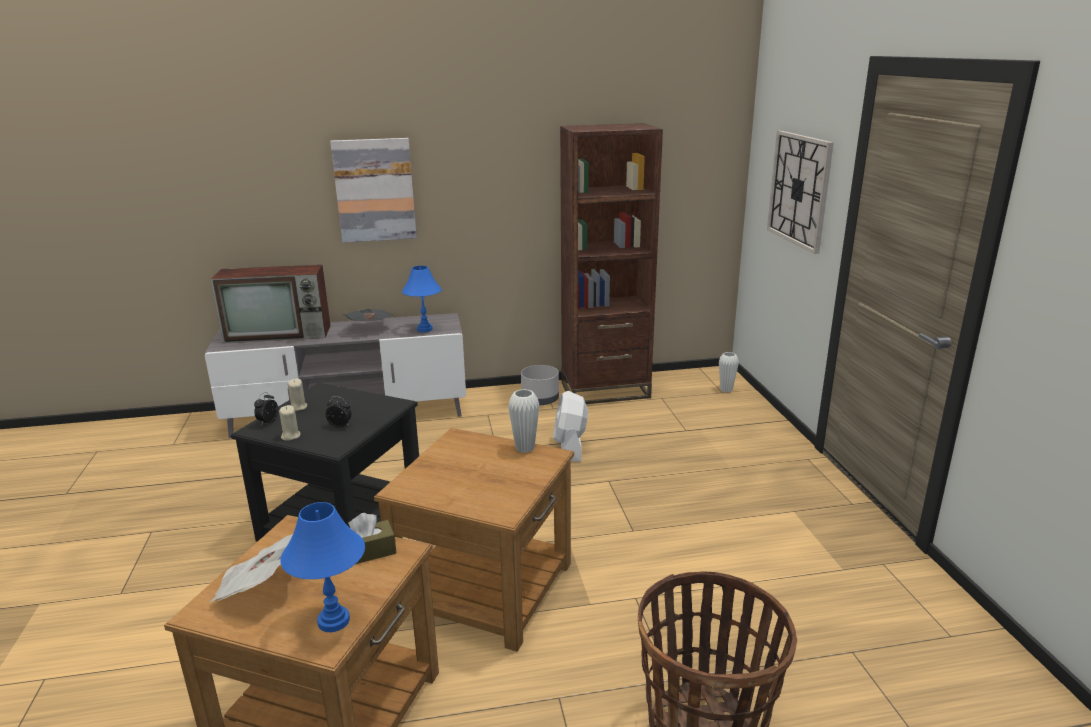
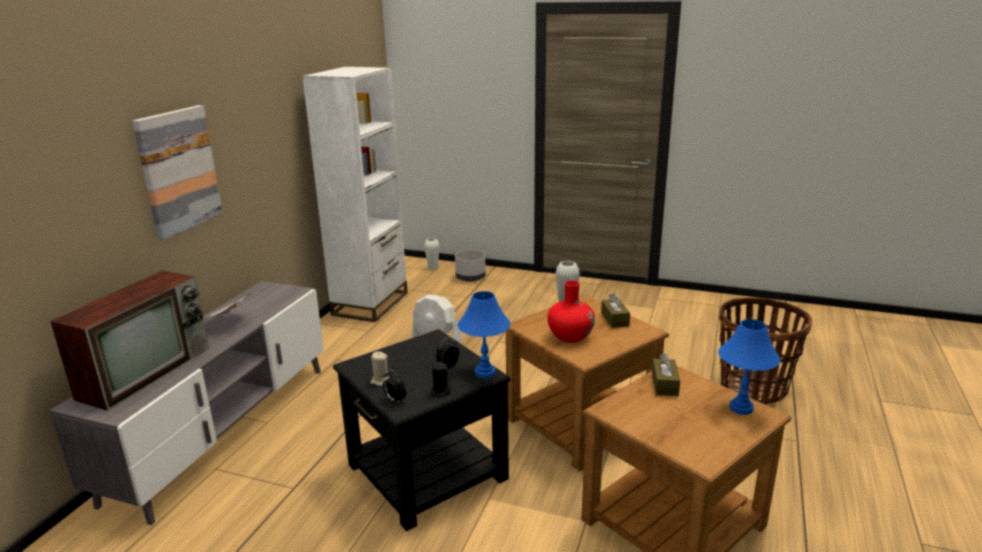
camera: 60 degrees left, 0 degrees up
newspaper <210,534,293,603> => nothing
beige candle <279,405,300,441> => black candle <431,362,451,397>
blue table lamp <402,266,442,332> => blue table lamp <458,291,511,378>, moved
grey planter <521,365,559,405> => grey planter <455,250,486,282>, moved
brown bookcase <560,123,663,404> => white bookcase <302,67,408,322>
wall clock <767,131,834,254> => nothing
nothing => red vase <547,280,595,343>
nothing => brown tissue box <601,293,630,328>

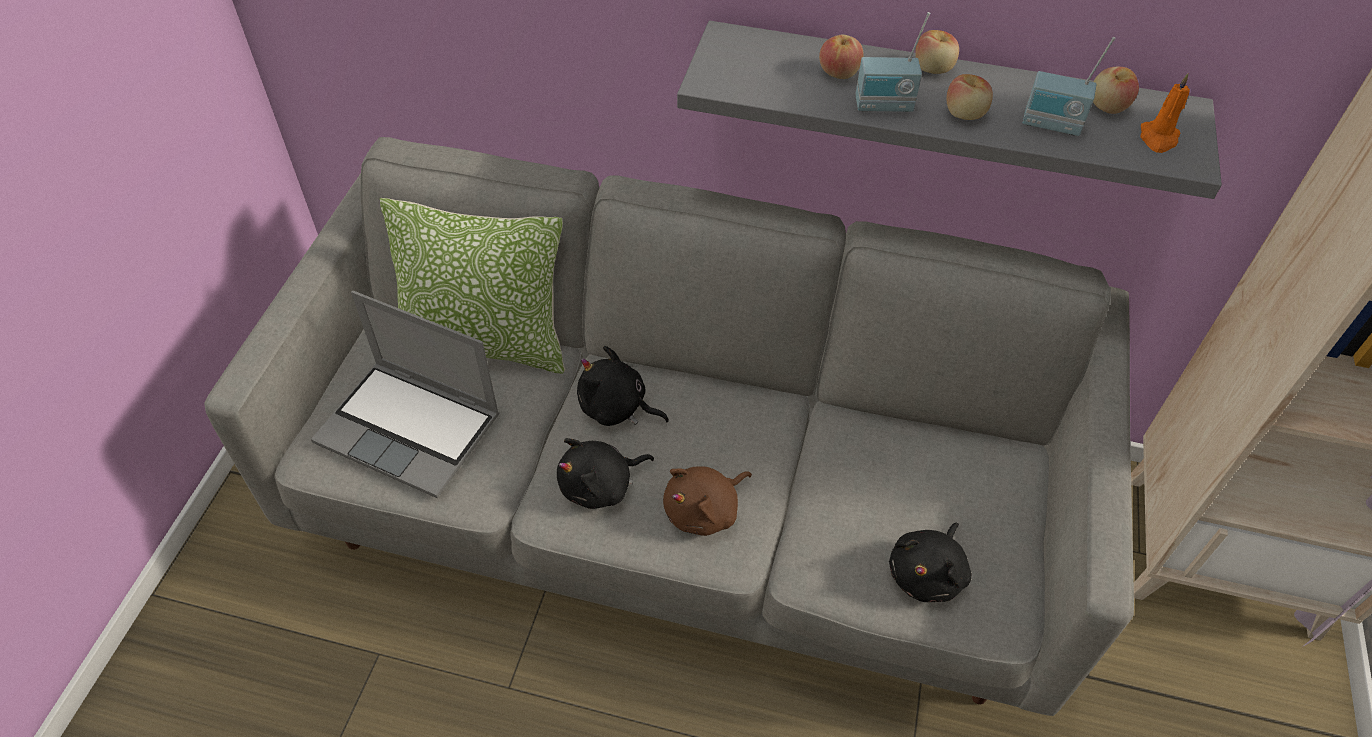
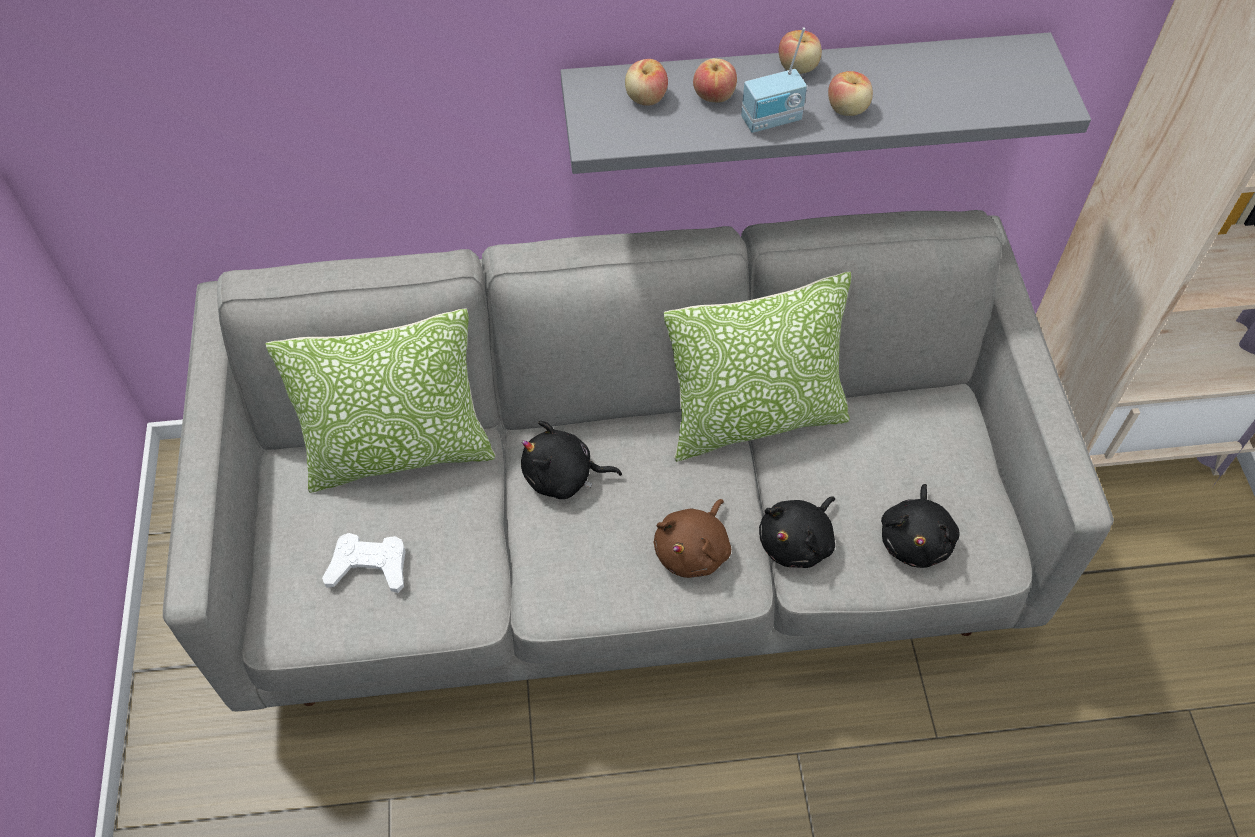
camera: 20 degrees left, 5 degrees up
laptop <311,291,500,498> => white game controller <322,533,406,593>
black plush toy <557,438,654,509> => black plush toy <759,496,835,568>, moved
radio <1023,37,1115,136> => nothing
apple <1093,67,1139,114> => apple <625,59,668,106>, moved
orange candle <1140,73,1190,153> => nothing
nothing => pillow <664,272,851,462>

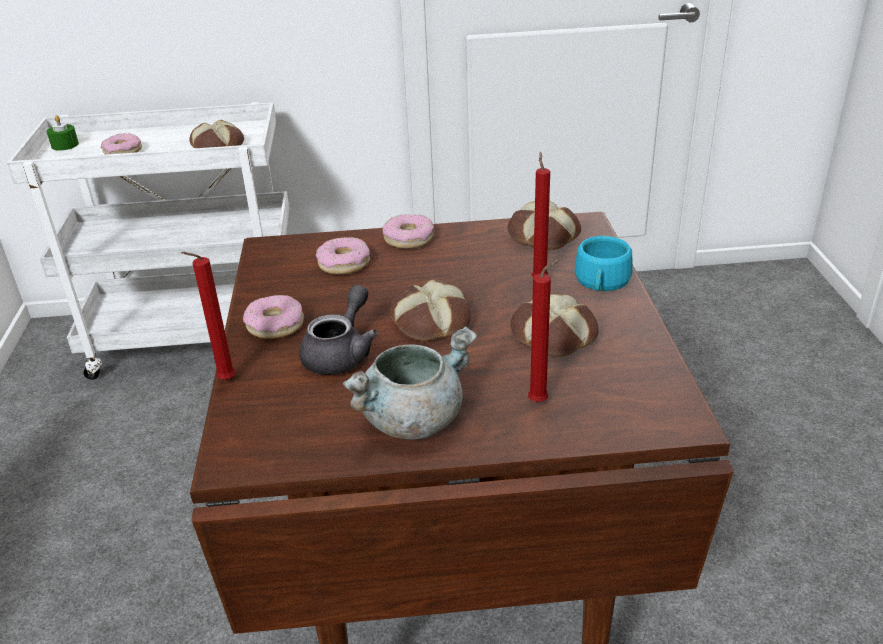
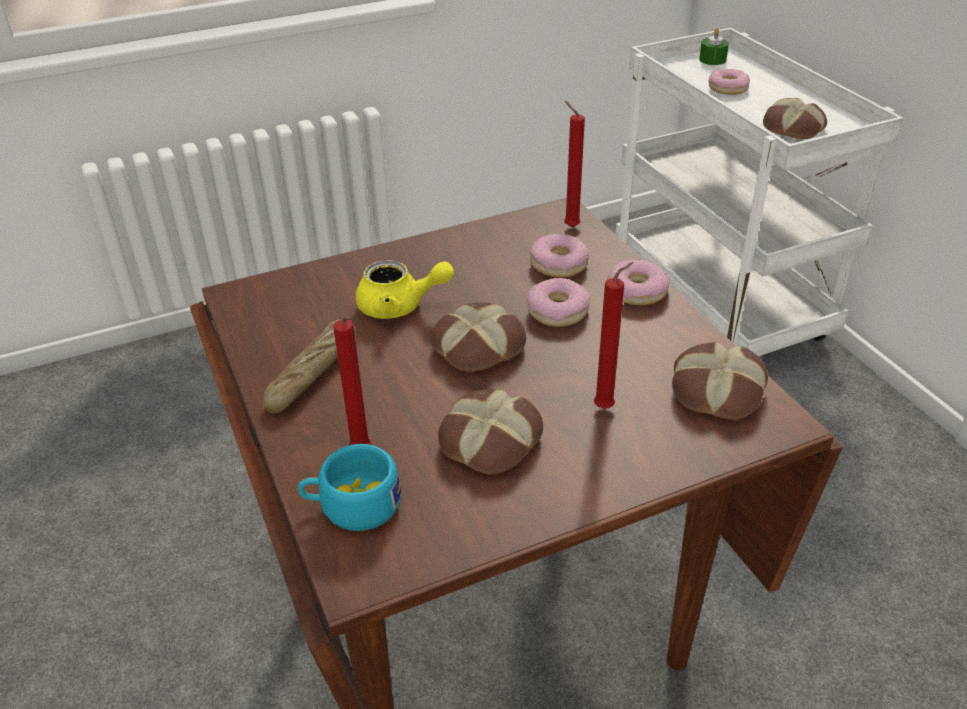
camera: 70 degrees right, 5 degrees up
red candle <181,252,236,380> => red candle <564,101,585,227>, moved
donut <243,295,304,339> => donut <526,278,590,327>, moved
grey teapot <299,285,378,375> => yellow teapot <355,260,454,319>
grey cooking pot <343,326,477,440> => bread <262,320,356,414>
turquoise cup <575,236,633,291> => turquoise cup <298,444,402,531>, moved

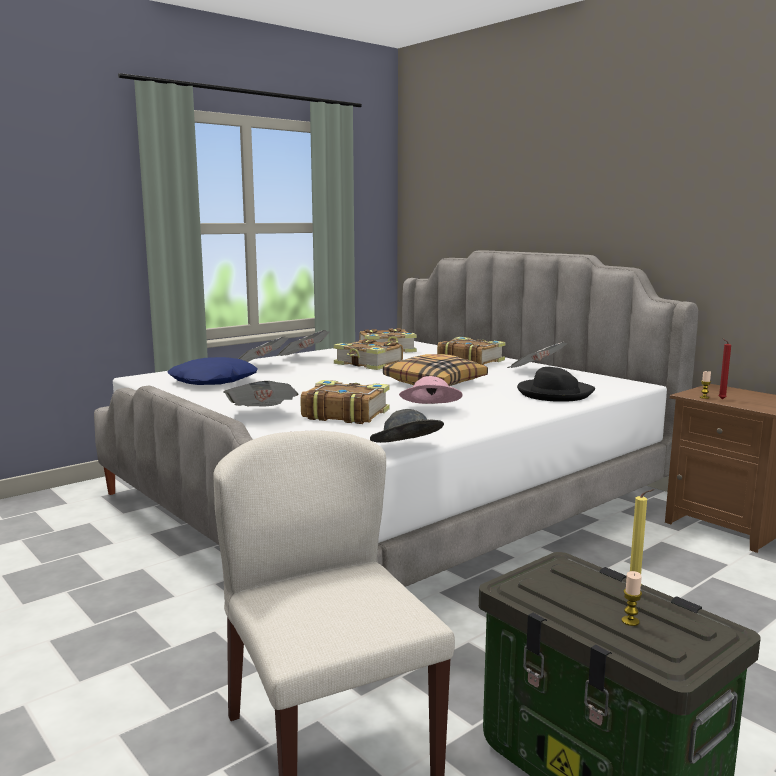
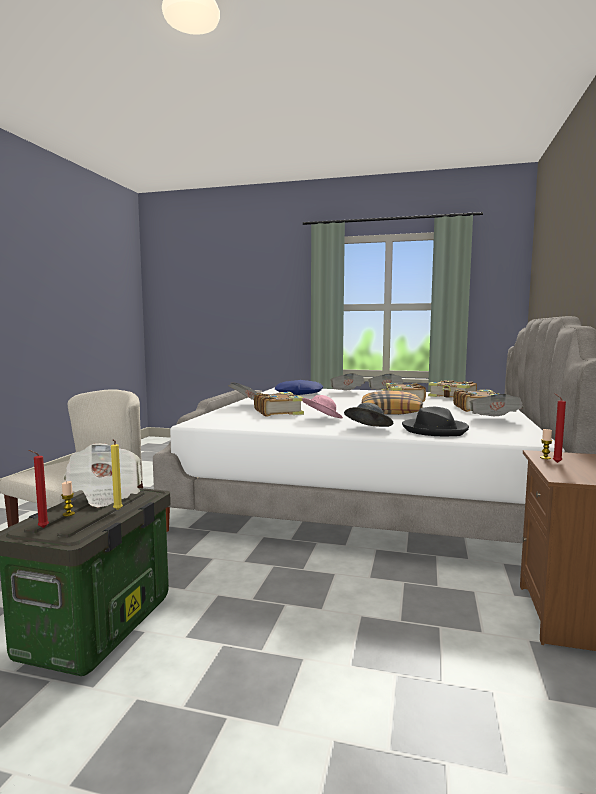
camera: 55 degrees right, 5 degrees down
grey hat <370,409,444,443> => grey hat <344,403,393,427>, moved
nothing => red candle <28,450,49,528>
nothing => newspaper <63,443,141,507>

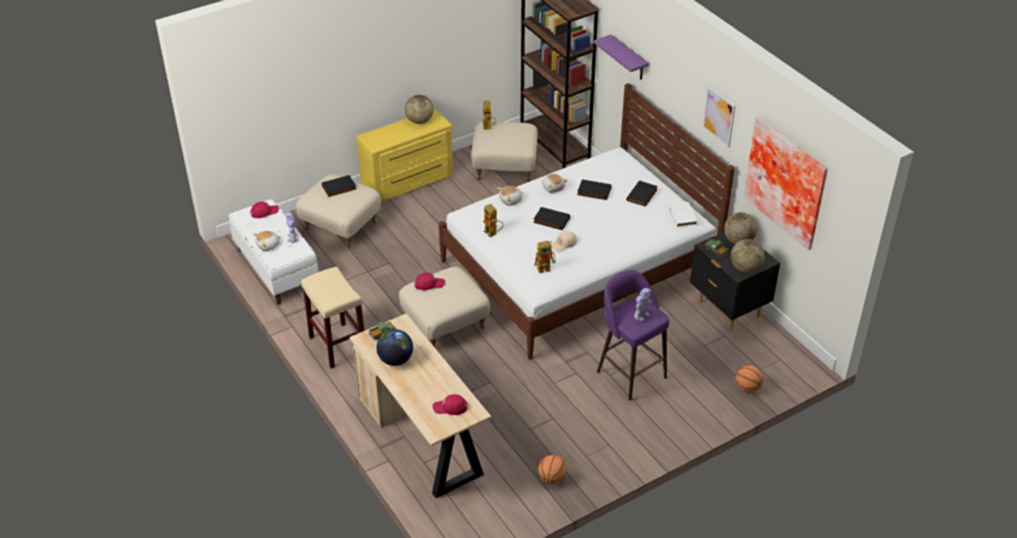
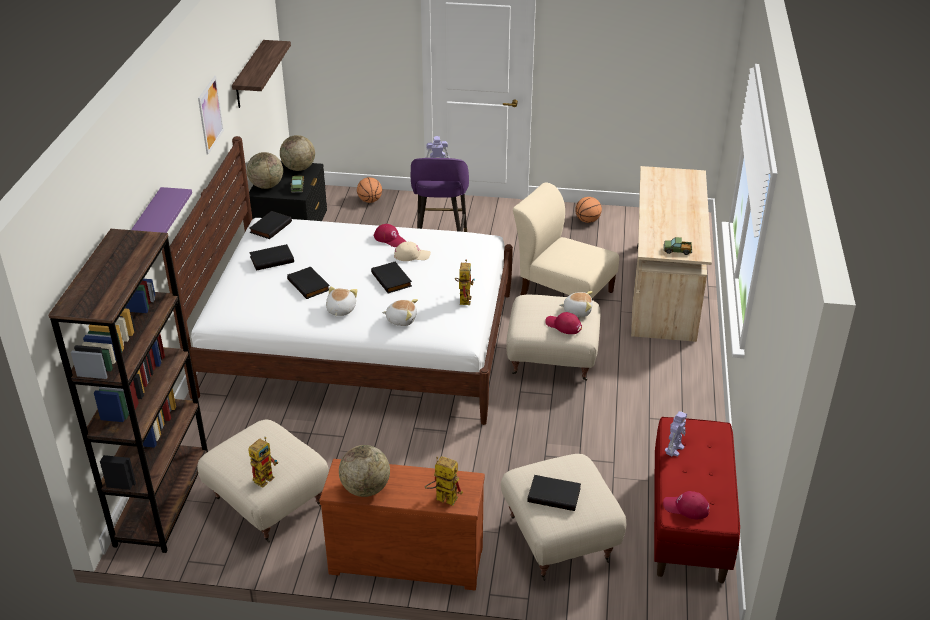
camera: 140 degrees left, 5 degrees down
white bench <229,199,319,305> => red bench <654,417,740,583>
plush toy <253,231,281,251> => plush toy <560,291,593,317>, moved
beige stool <301,267,364,369> => nothing
yellow dresser <356,109,453,202> => brown dresser <319,459,485,590>
globe <376,329,413,366> => nothing
red cap <432,394,468,415> => red cap <374,224,406,247>, moved
toy robot <534,241,556,273> => toy robot <425,457,463,506>, moved
white book <668,202,697,227> => black book <249,211,292,239>
picture <744,117,828,250> => shelf <232,40,291,108>
nothing => beige chair <513,182,619,298>

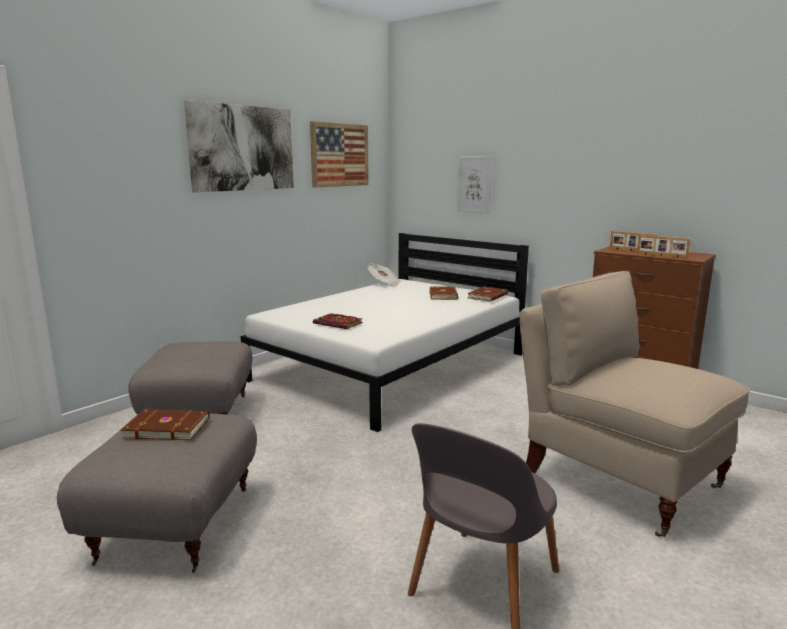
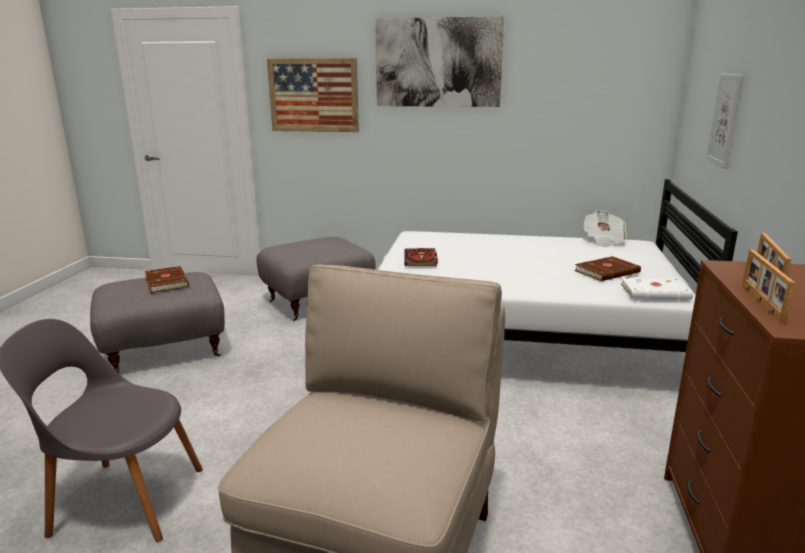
camera: 60 degrees right, 5 degrees up
picture <310,121,369,188> => picture <267,58,359,132>, moved
brown book <467,287,508,302> => white book <621,277,693,300>

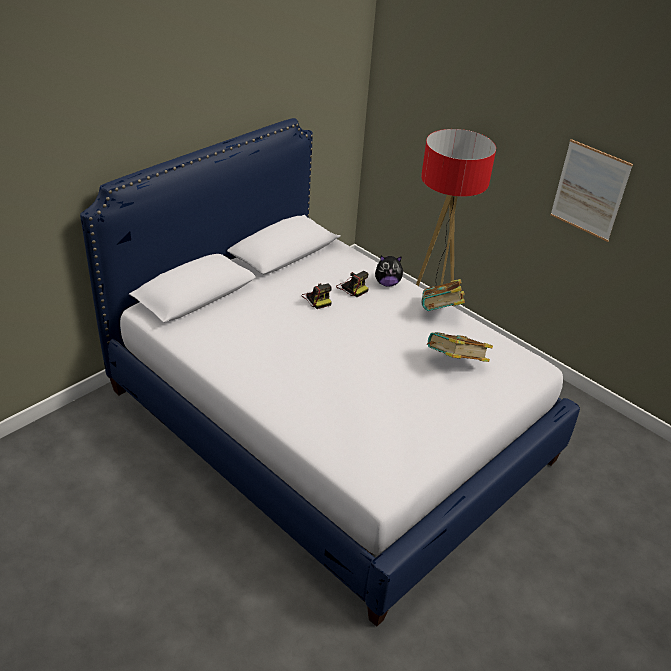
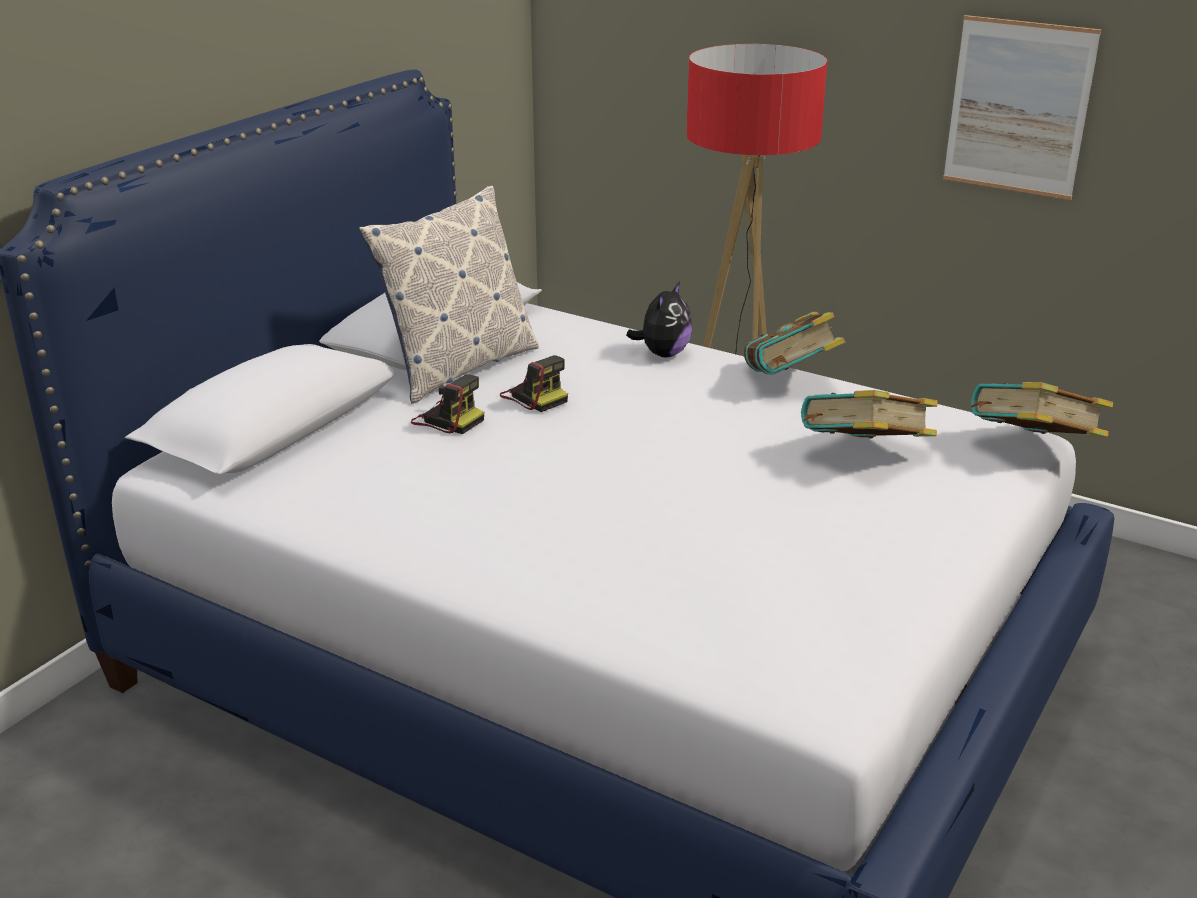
camera: 10 degrees left, 10 degrees down
photo camera <336,271,369,297> => photo camera <411,374,484,434>, moved
plush toy <375,256,404,287> => plush toy <626,281,692,357>, 45 degrees counterclockwise
nothing => pillow <359,186,539,404>
nothing => book <971,382,1113,437>

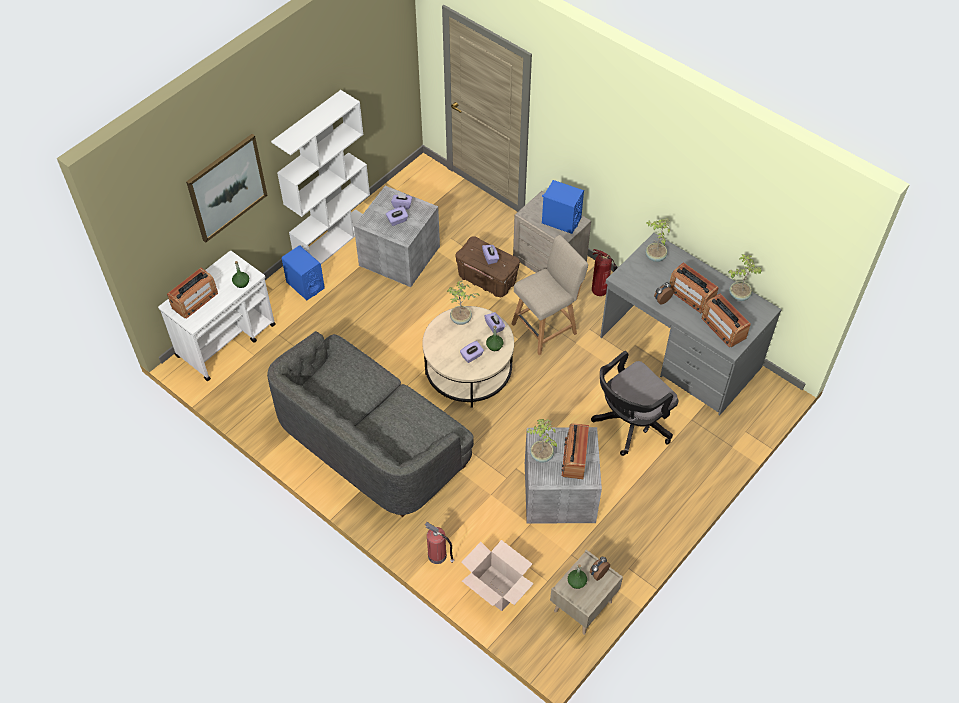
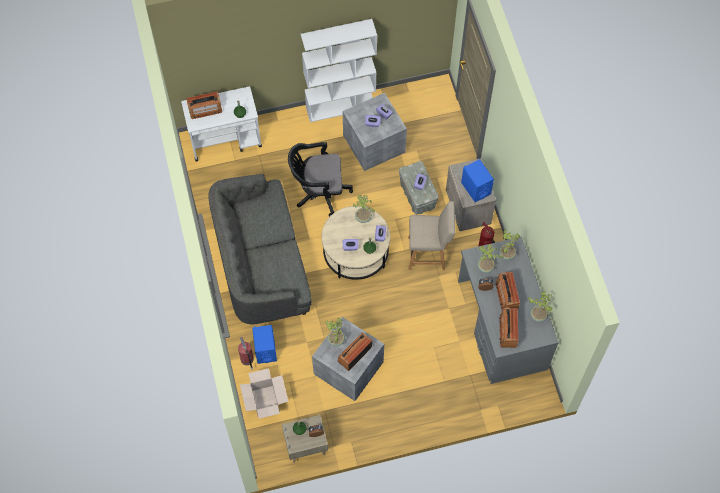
camera: 35 degrees right, 10 degrees up
picture <186,134,268,243> => nothing
blue speaker <282,245,325,300> => blue speaker <252,325,277,364>, moved
brown storage box <455,236,520,297> => grey storage box <399,161,439,214>
black office chair <591,351,678,456> => black office chair <288,142,353,217>, moved
nothing => potted plant <478,244,503,273>

